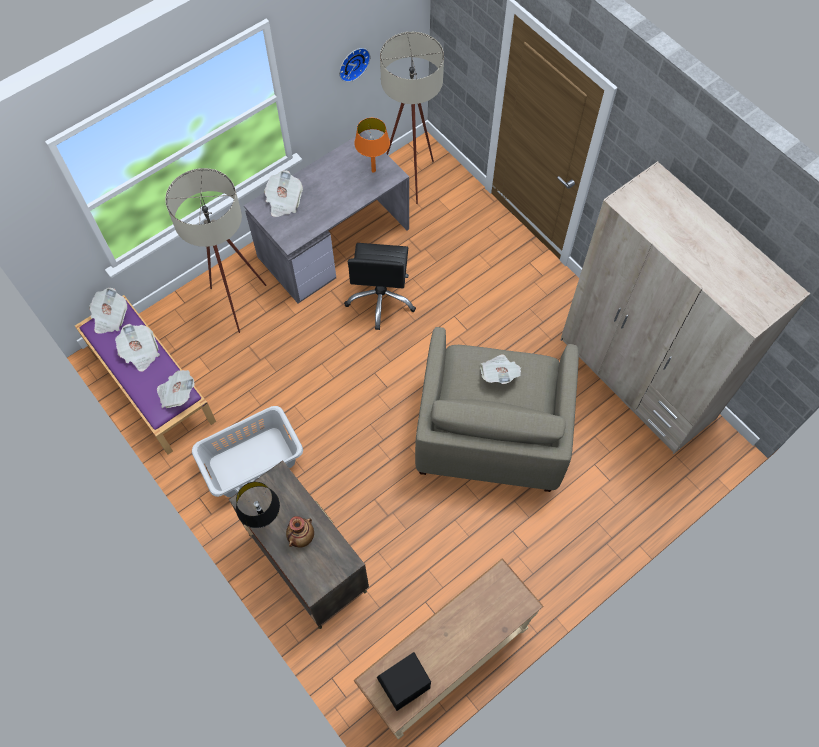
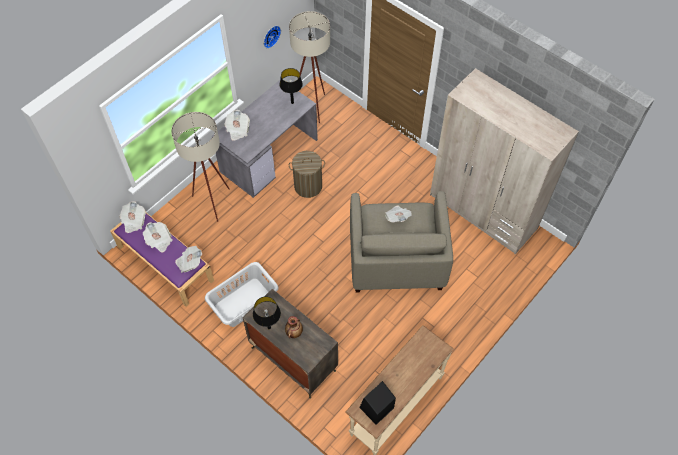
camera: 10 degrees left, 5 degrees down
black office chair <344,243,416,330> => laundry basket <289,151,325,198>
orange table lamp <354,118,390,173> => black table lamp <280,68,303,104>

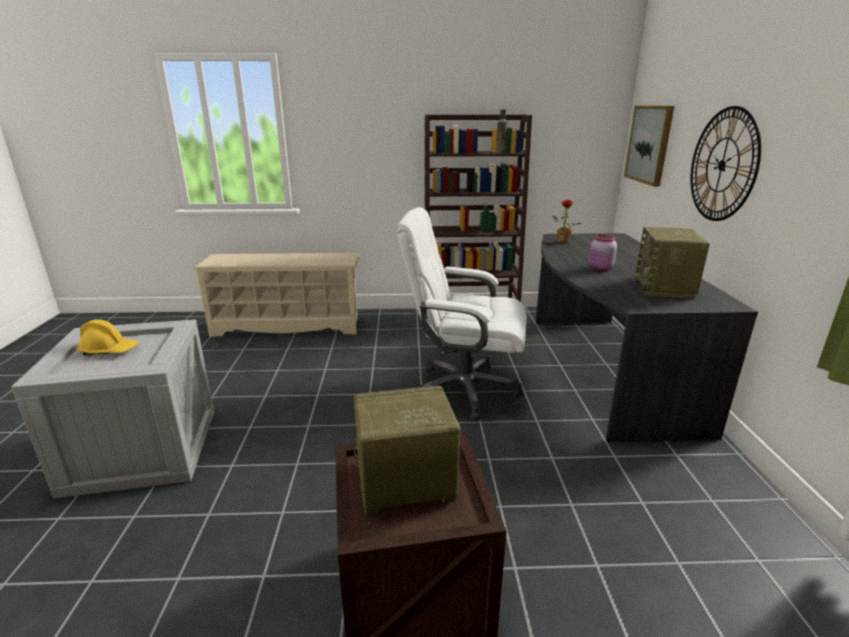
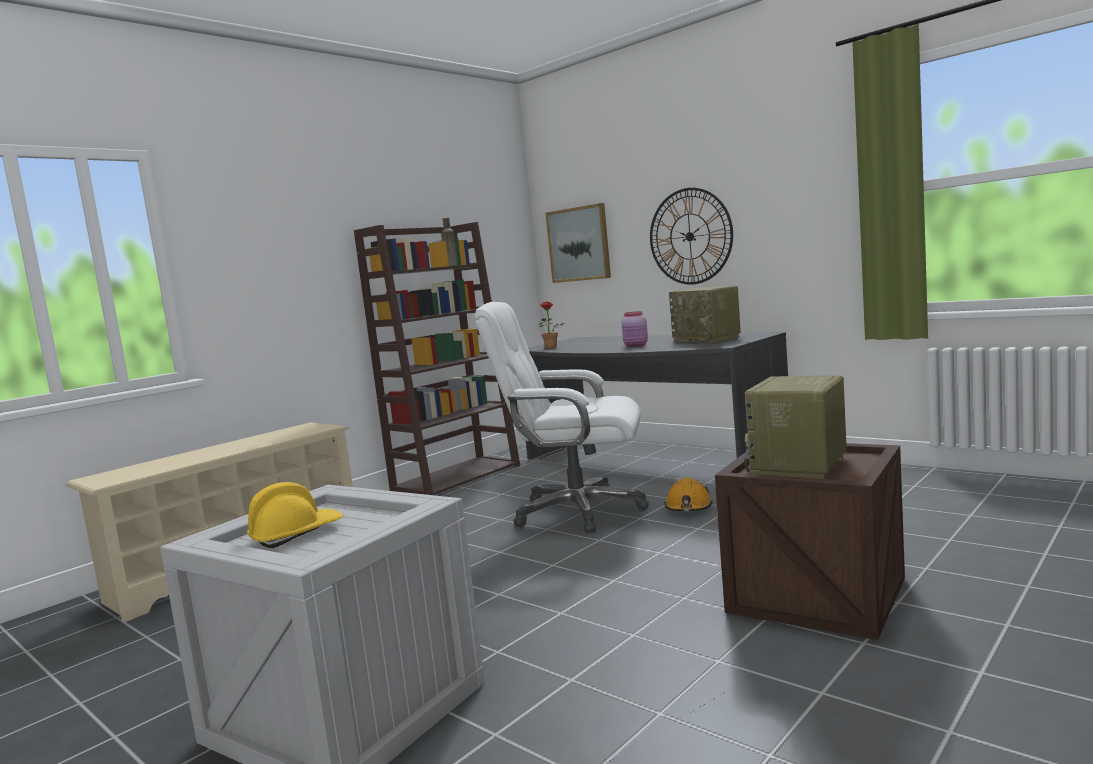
camera: 45 degrees left, 15 degrees down
white office chair <396,207,527,420> => white office chair <474,302,649,533>, 45 degrees clockwise
nothing => orange hard hat <664,478,712,511>

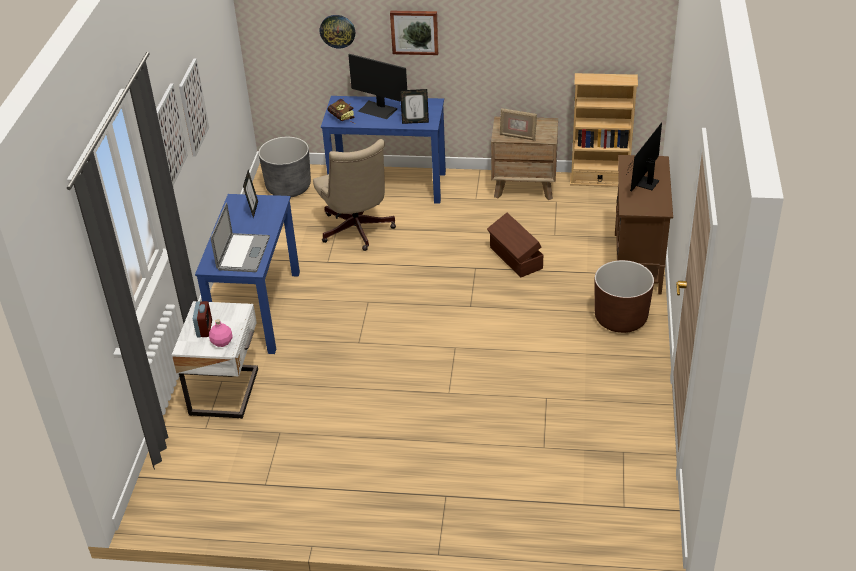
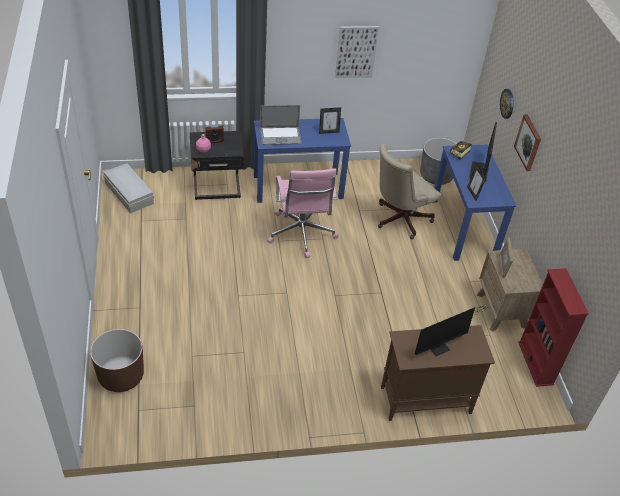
camera: 70 degrees right, 5 degrees up
picture <156,83,188,186> => nothing
white nightstand <172,301,258,419> => black nightstand <190,131,244,200>
brown storage box <487,213,543,278> => nothing
beige bookcase <570,73,638,187> => red bookcase <518,268,589,387>
brown planter <595,260,654,333> => brown planter <90,329,144,392>, moved
monitor <624,122,662,191> => monitor <415,305,489,356>, 135 degrees clockwise
nothing => white storage box <103,163,154,213>
nothing => pink office chair <267,169,339,258>

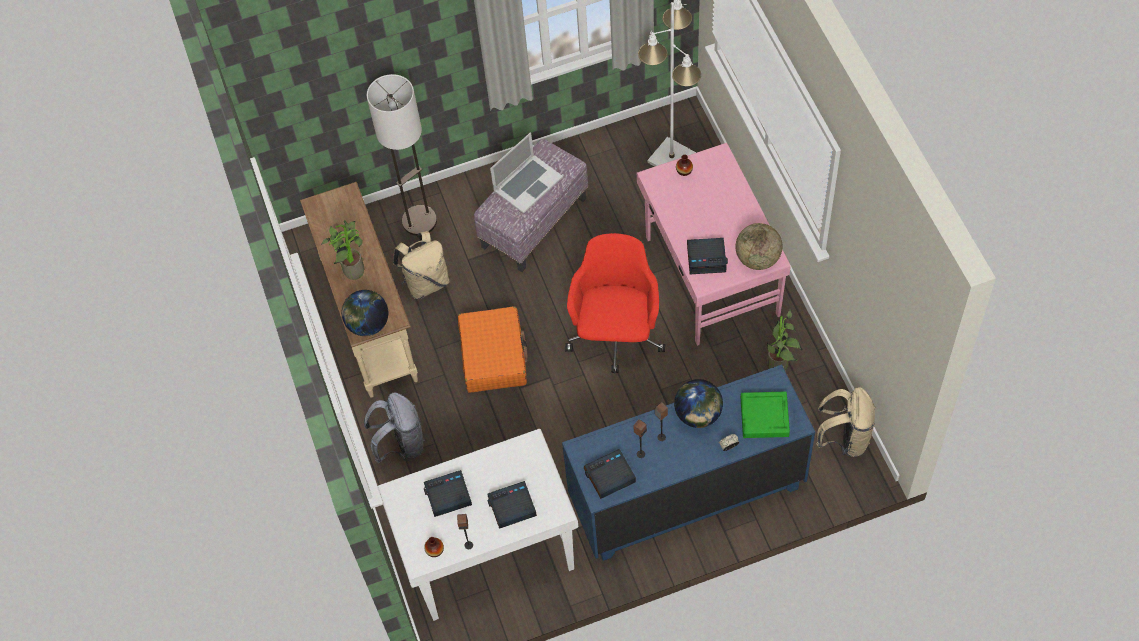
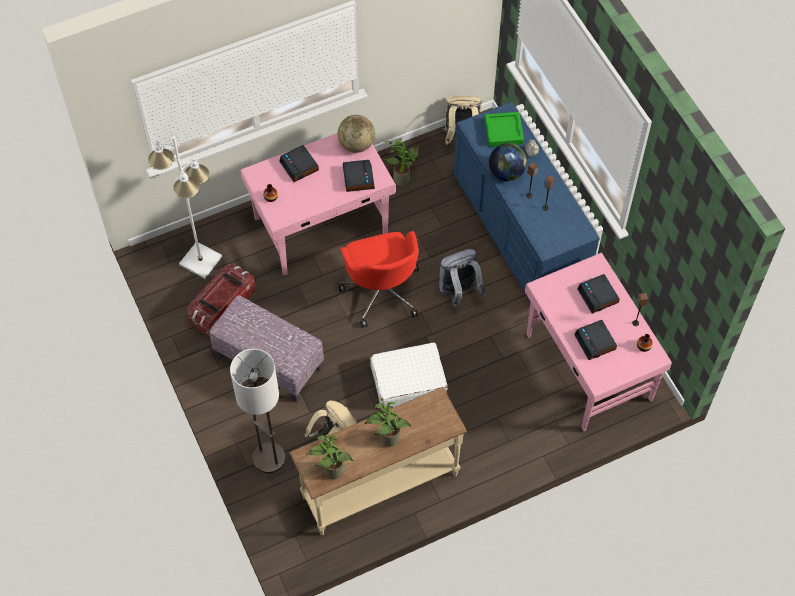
camera: 100 degrees left, 0 degrees up
globe <341,290,388,336> => nothing
grey backpack <364,393,424,463> => grey backpack <439,249,486,308>, moved
white desk <378,429,578,621> => pink desk <525,253,672,432>
orange suitcase <458,306,527,393> => white suitcase <370,342,448,409>
laptop <490,132,563,214> => nothing
red office chair <565,233,665,373> => red office chair <338,231,419,328>, 105 degrees counterclockwise
alarm clock <584,449,636,499> => alarm clock <279,145,319,182>, moved
nothing => storage box <187,264,256,337>
nothing => potted plant <306,434,353,479>

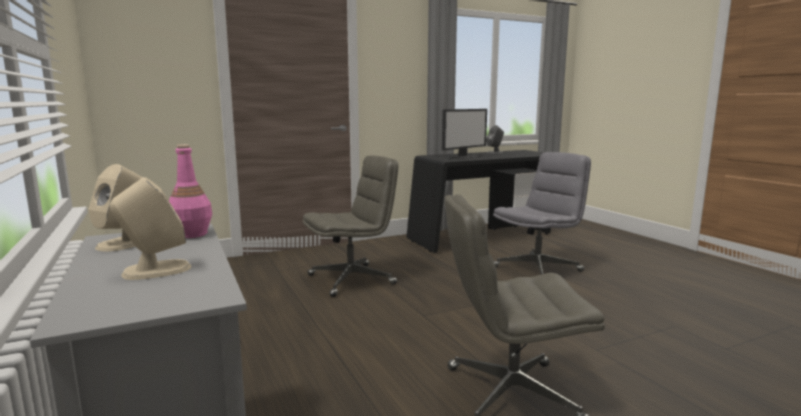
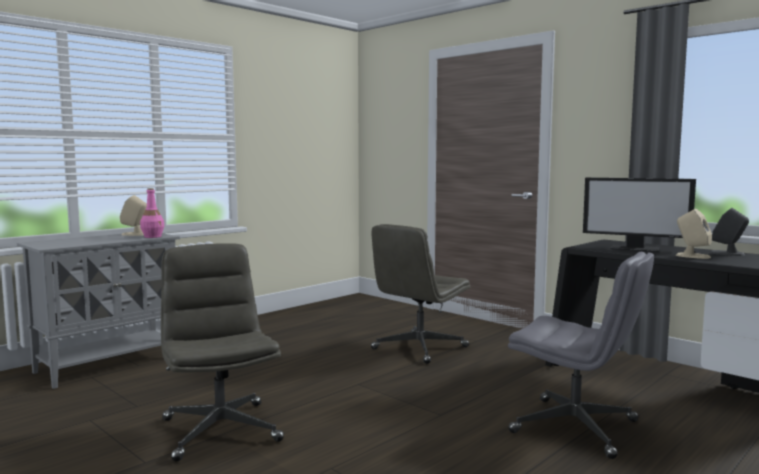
camera: 70 degrees right, 5 degrees down
beige speaker <110,177,191,280> => beige speaker <676,209,712,259>, moved
grey office chair <303,155,398,297> => grey office chair <371,224,470,364>, 90 degrees clockwise

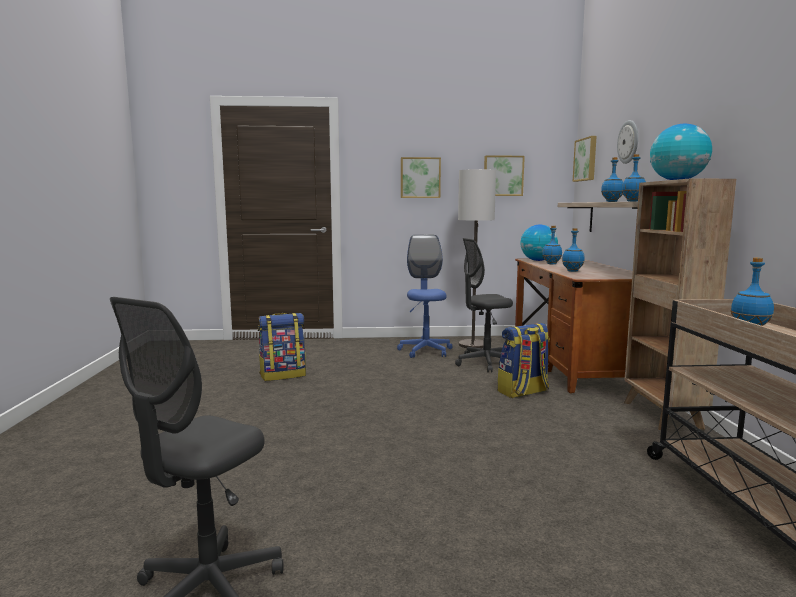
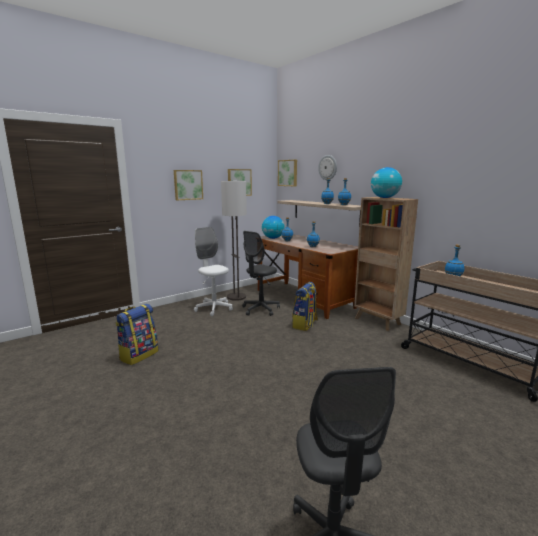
camera: 35 degrees left, 5 degrees up
blue office chair <397,235,452,358> => white office chair <194,227,233,316>

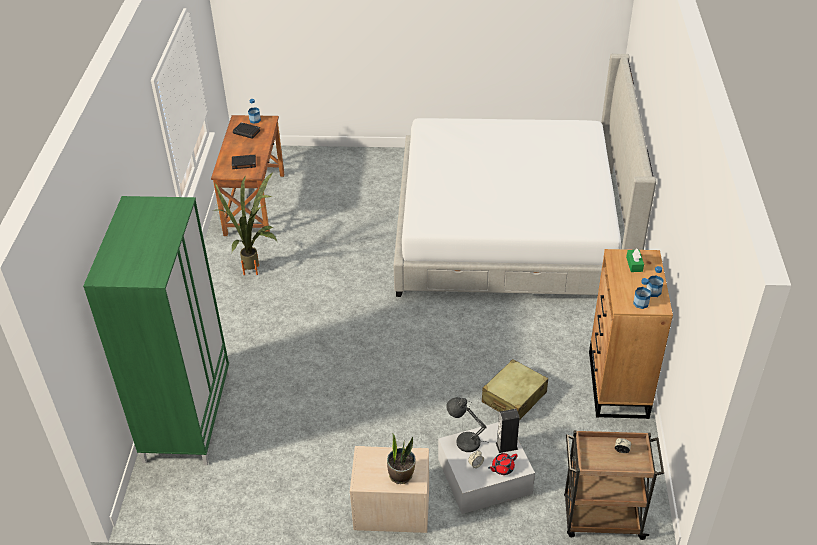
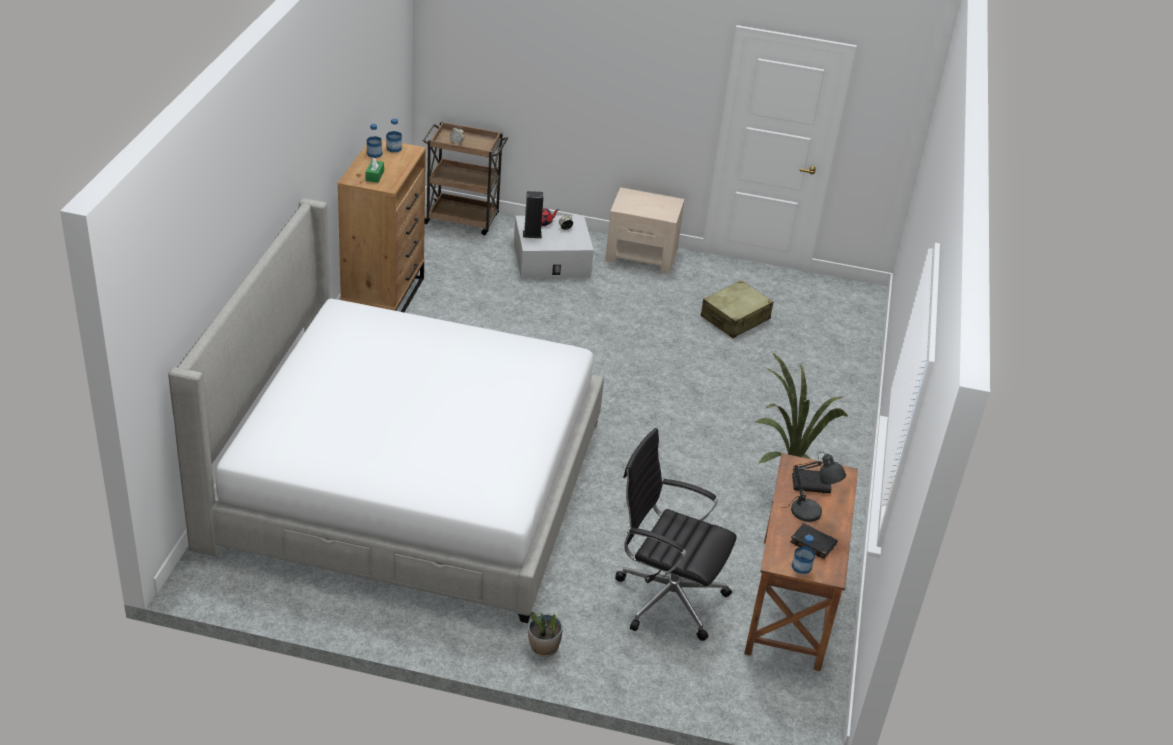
camera: 175 degrees left, 5 degrees down
green wardrobe <83,196,230,465> => nothing
potted plant <387,433,416,484> => potted plant <528,611,563,657>, moved
grey table lamp <446,397,487,452> => grey table lamp <781,452,846,522>, moved
beige suitcase <482,359,548,421> => beige suitcase <701,280,773,338>, moved
nothing => black office chair <615,428,737,641>

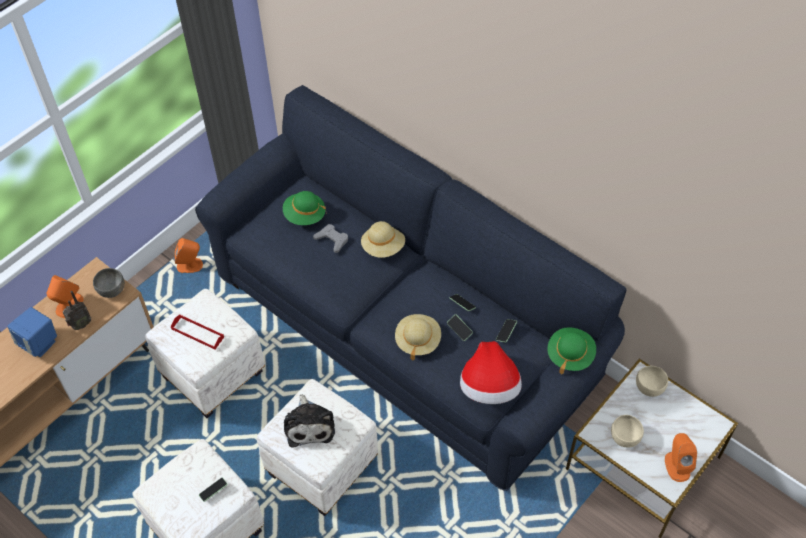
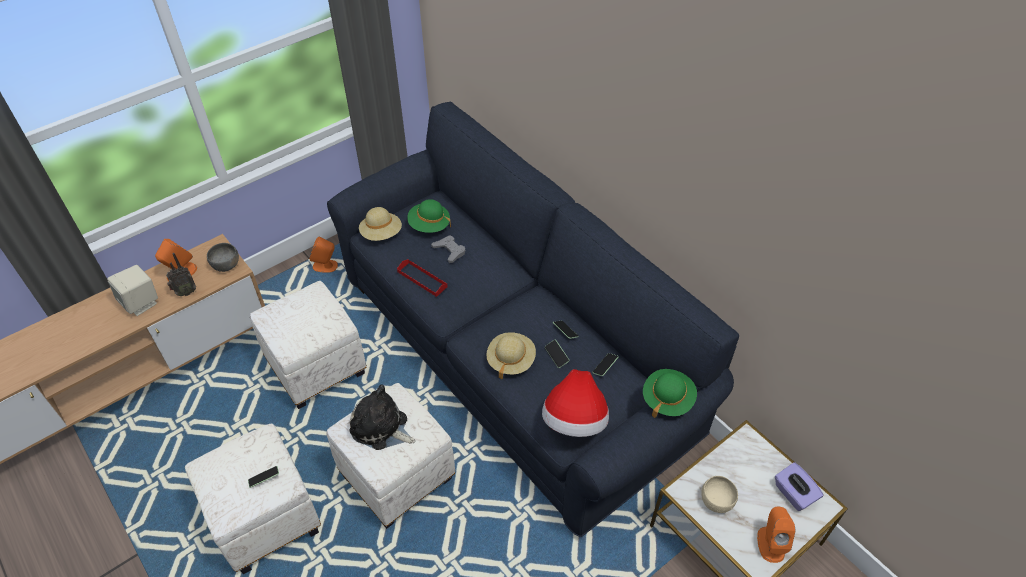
camera: 10 degrees right, 5 degrees down
blue speaker <7,307,57,357> => beige speaker <107,265,158,316>
red tray <171,315,224,349> => red tray <397,259,448,297>, moved
plush toy <284,394,335,448> => plush toy <349,385,416,450>, 120 degrees clockwise
beige hat <361,221,405,258> => beige hat <359,207,402,241>, moved
beige bowl <636,366,668,397> => nothing
nothing => purple tissue box <775,462,824,511>

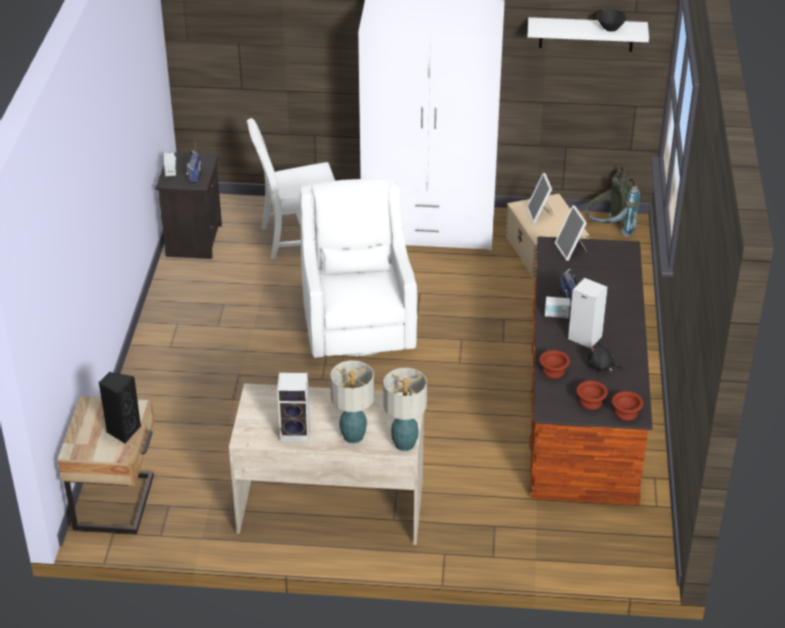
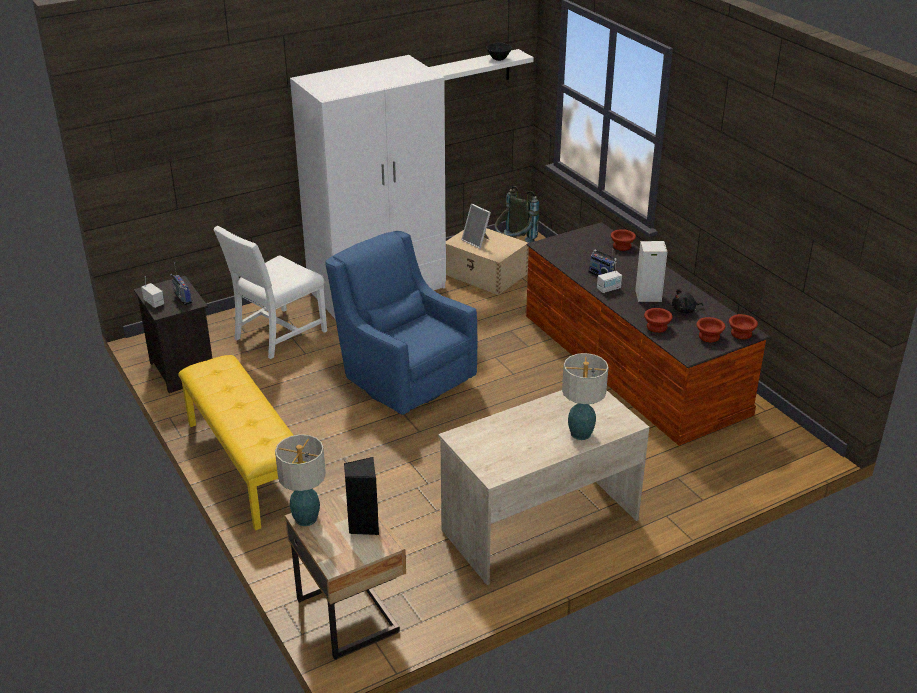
camera: 35 degrees left, 5 degrees down
speaker <277,372,310,442> => nothing
white armchair <300,178,417,358> => blue armchair <325,231,477,415>
table lamp <383,368,427,451> => table lamp <275,434,326,526>, moved
picture frame <555,205,587,261> => nothing
nothing => yellow bench <178,355,306,531>
nothing => brown bowl <611,229,636,251>

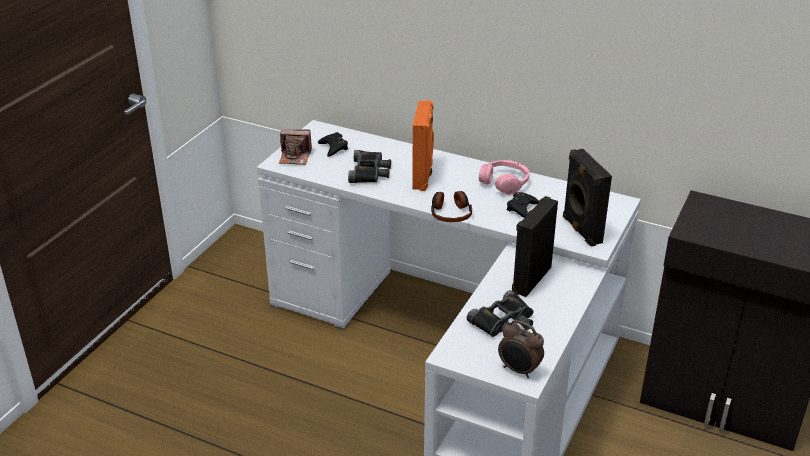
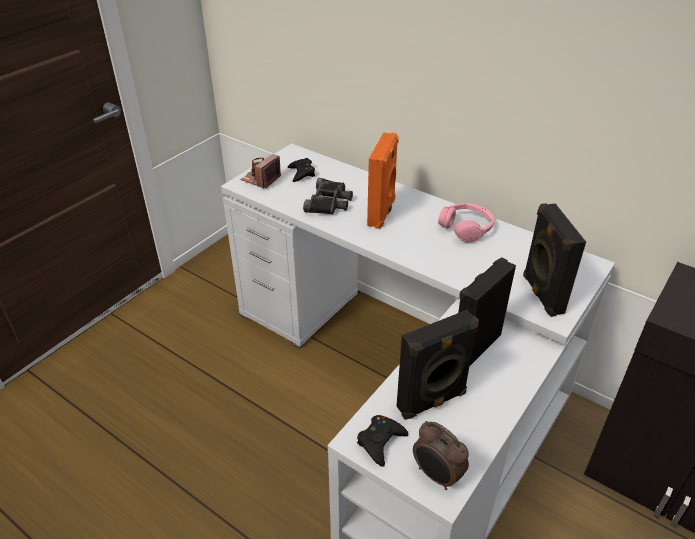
camera: 10 degrees right, 5 degrees up
photo camera <279,130,312,165> => photo camera <240,154,281,189>, 105 degrees clockwise
headphones <431,191,472,222> => nothing
black binoculars <467,290,533,337> => black speaker <397,310,479,420>
black game controller <507,192,539,218> => black game controller <357,415,408,467>, moved

